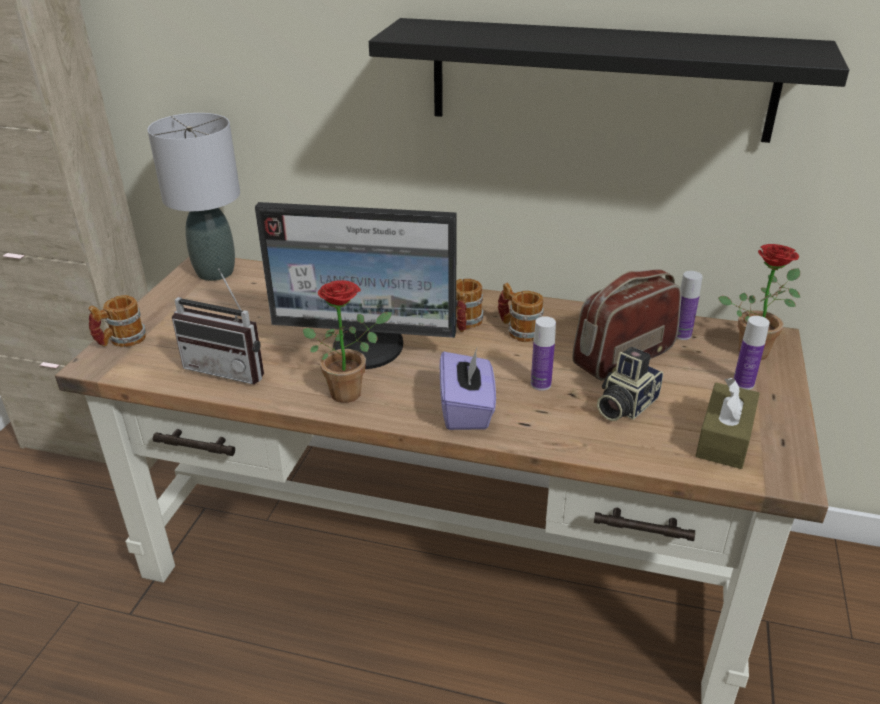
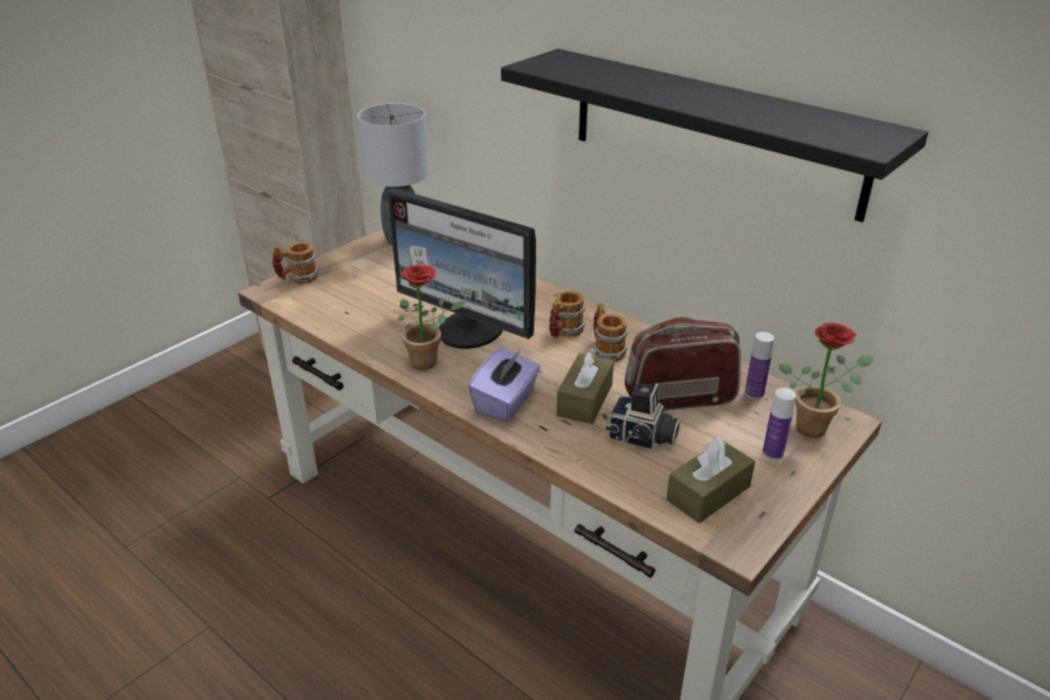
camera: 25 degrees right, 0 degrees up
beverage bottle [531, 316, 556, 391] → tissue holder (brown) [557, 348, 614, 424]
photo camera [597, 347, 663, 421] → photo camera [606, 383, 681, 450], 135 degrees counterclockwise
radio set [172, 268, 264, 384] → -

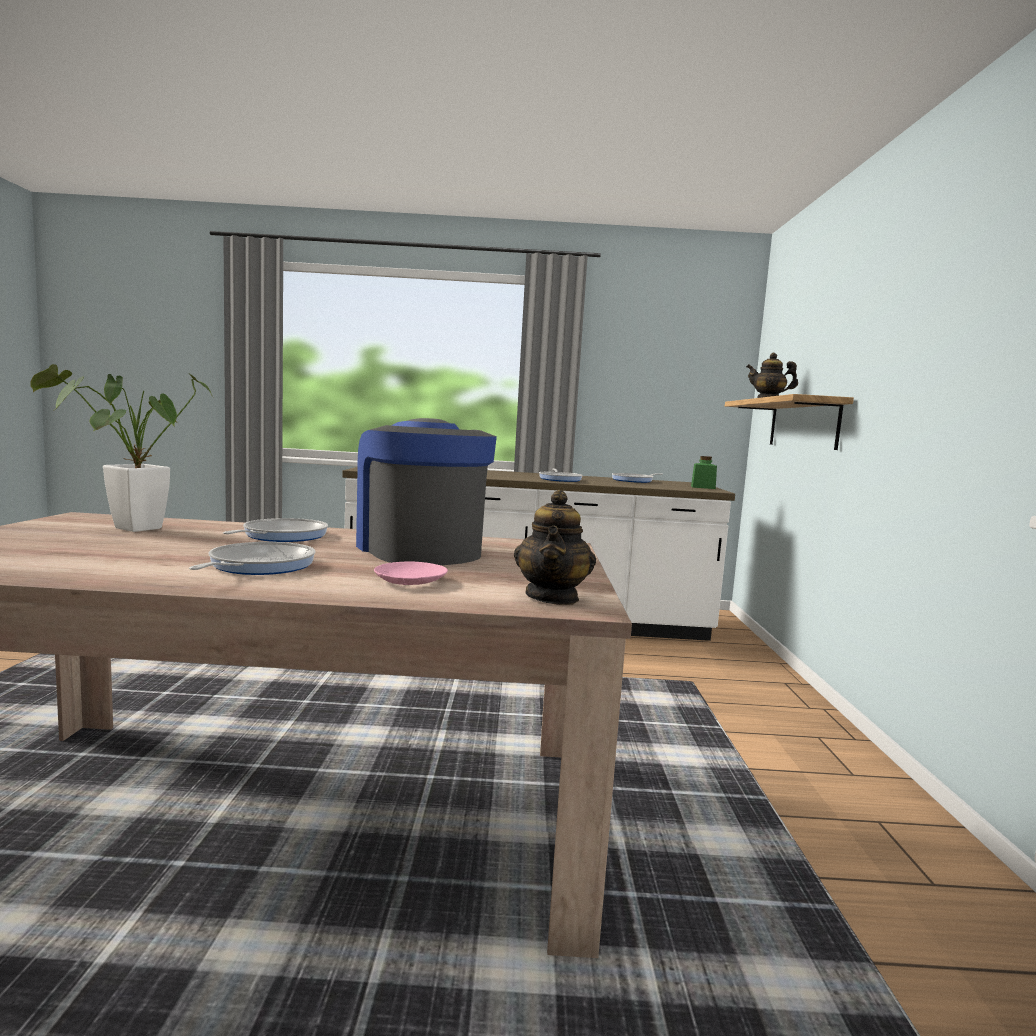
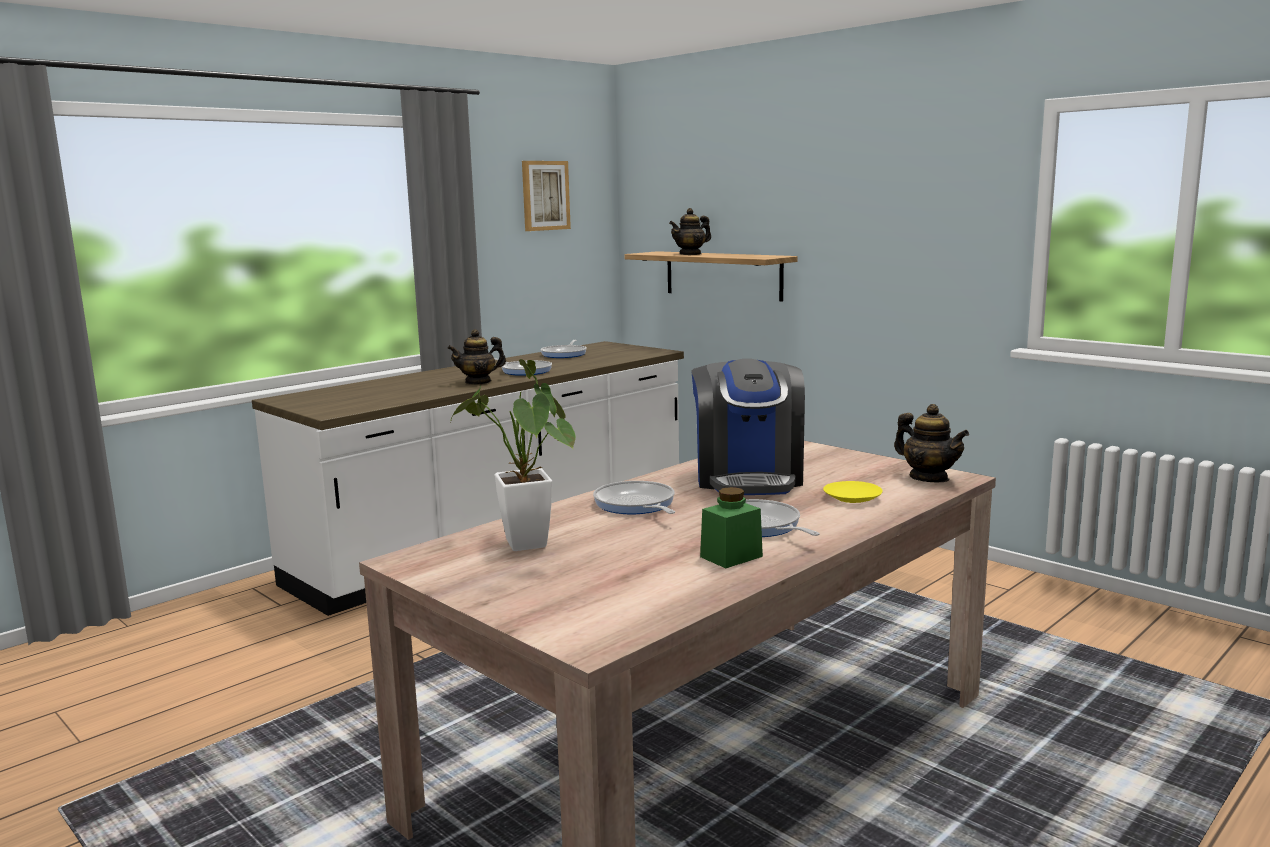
camera: 45 degrees left, 5 degrees up
- → tea pot [447, 329, 506, 385]
- → wall art [522, 161, 571, 231]
coffee maker [356, 418, 497, 565] → coffee maker [691, 359, 805, 495], 105 degrees counterclockwise
jar (green-coloured) [691, 456, 717, 489] → jar (green-coloured) [700, 487, 763, 568], relocated
flat dish (pink-coloured) [374, 562, 448, 585] → flat dish (yellow) [823, 481, 883, 503]

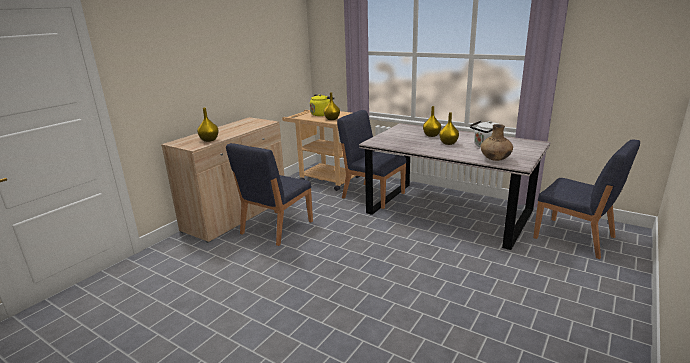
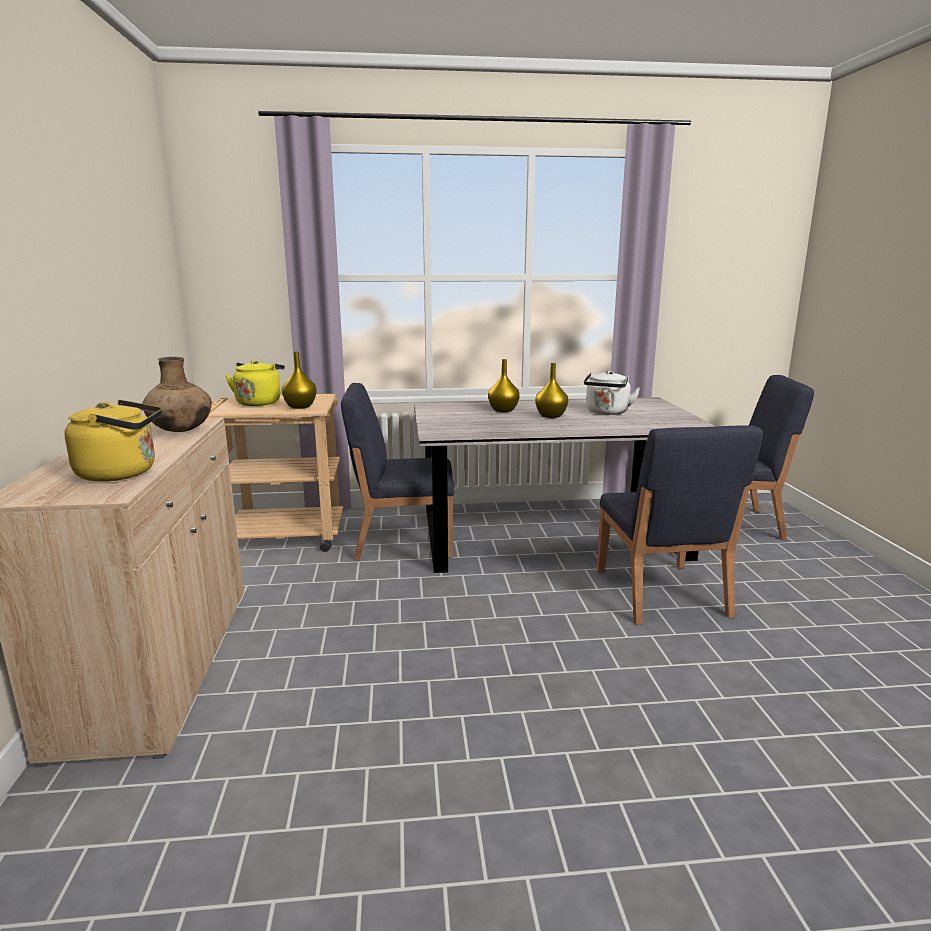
camera: 40 degrees left, 5 degrees down
decorative vase (yellow) [197, 108, 219, 142] → tea kettle (yellow) [64, 400, 162, 482]
decorative vase (brown) [481, 124, 513, 161] → decorative vase (brown) [142, 357, 212, 432], relocated
chair (blue) [226, 143, 313, 246] → chair (blue) [597, 425, 763, 625], relocated

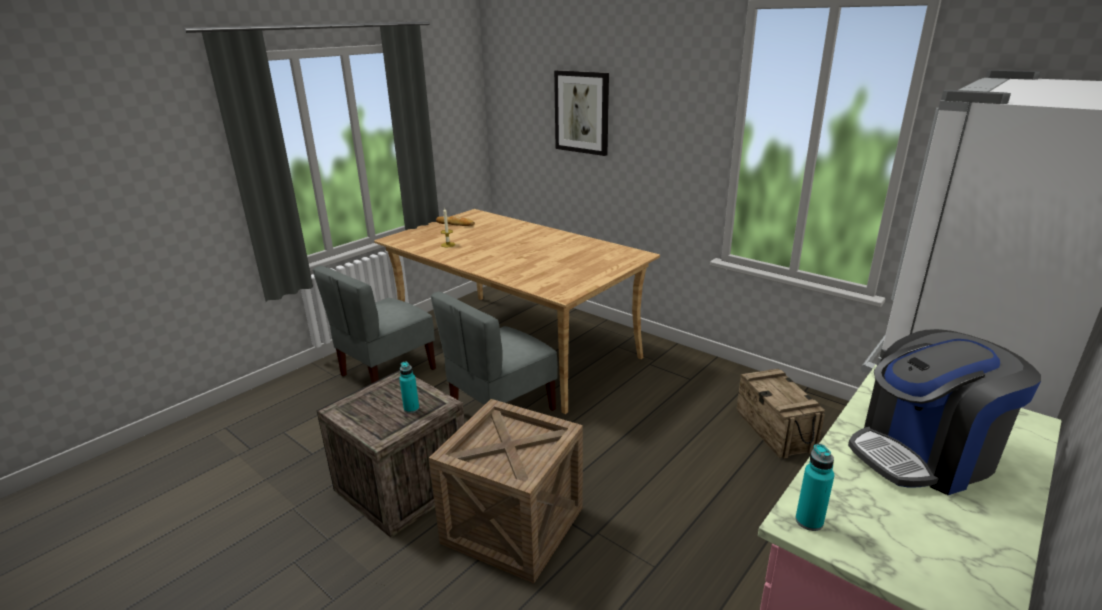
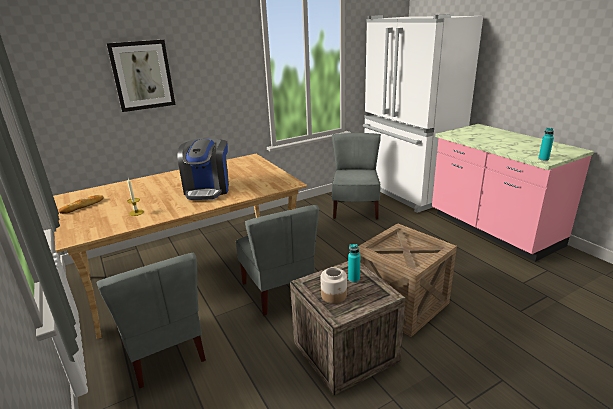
camera: 70 degrees left, 0 degrees up
coffee maker [848, 329, 1041, 495] → coffee maker [177, 138, 229, 200], relocated
- → jar [321, 267, 347, 303]
packing crate [736, 369, 825, 459] → chair (gray) [332, 133, 381, 219]

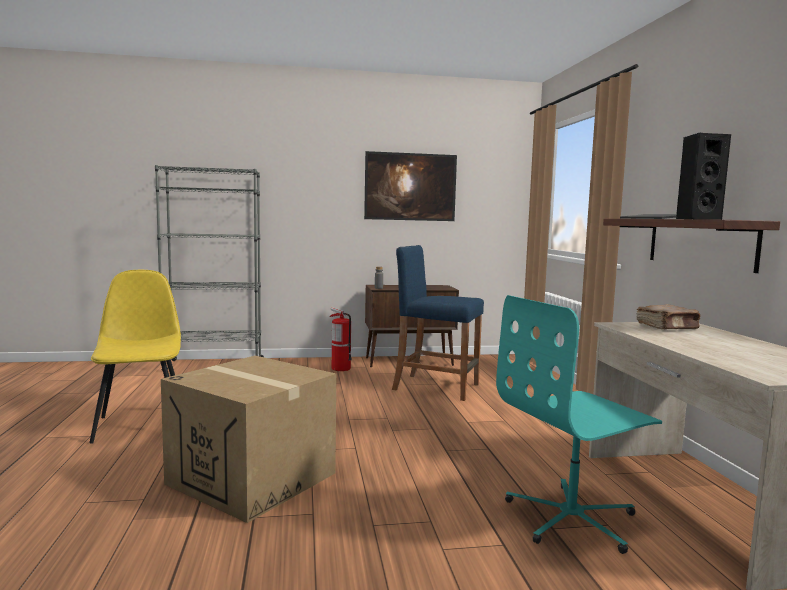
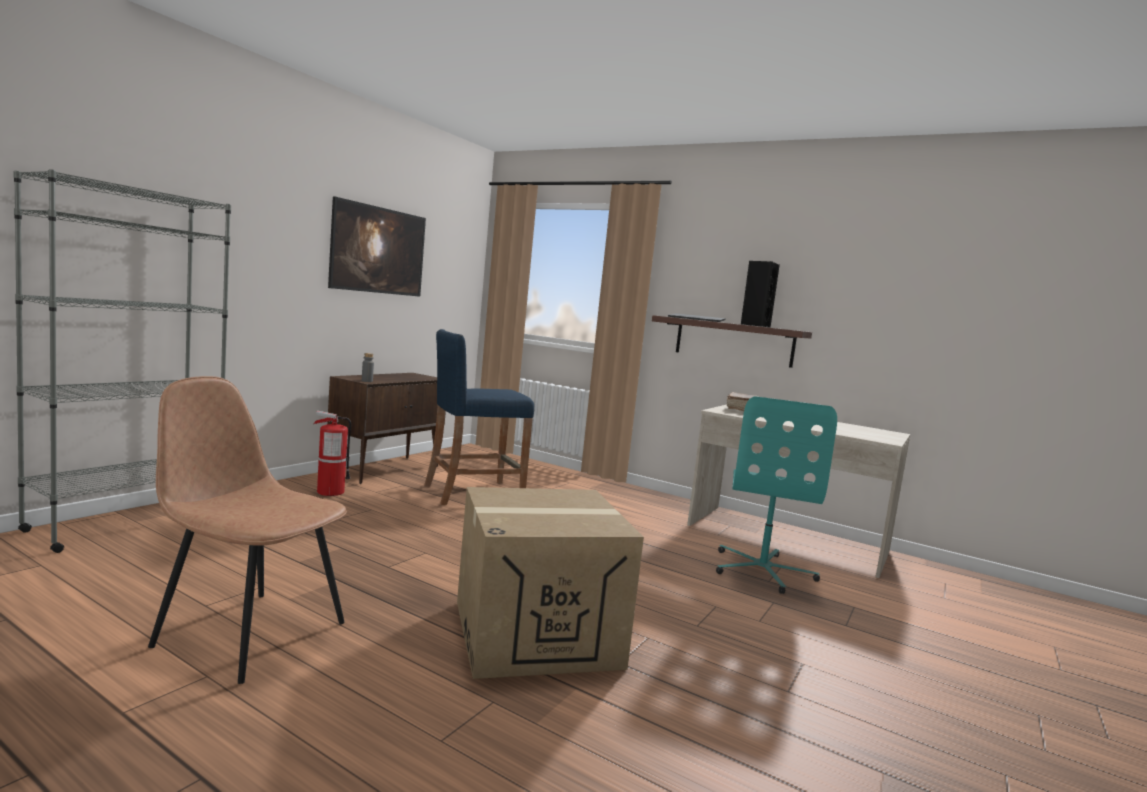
camera: 50 degrees left, 0 degrees up
chair (yellow) [89, 270, 181, 444] → chair (brown) [148, 376, 347, 684]

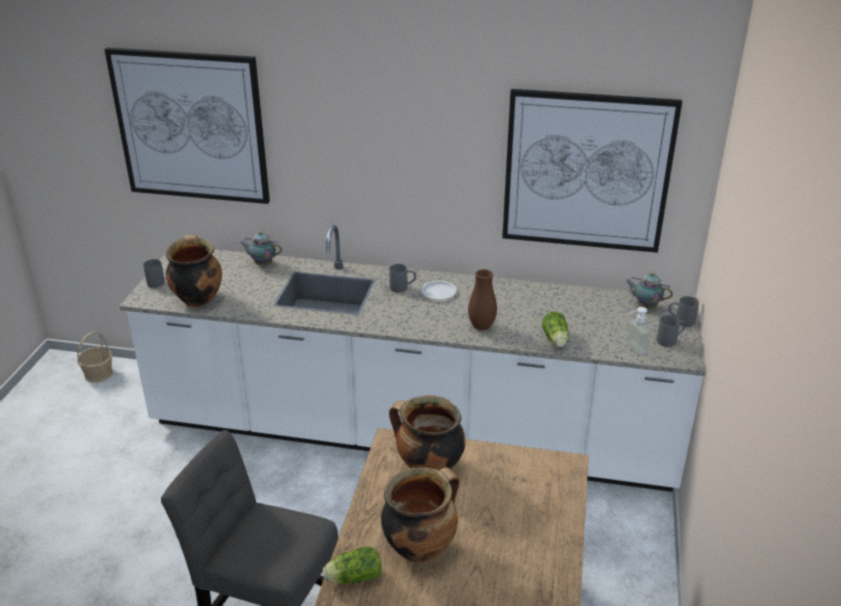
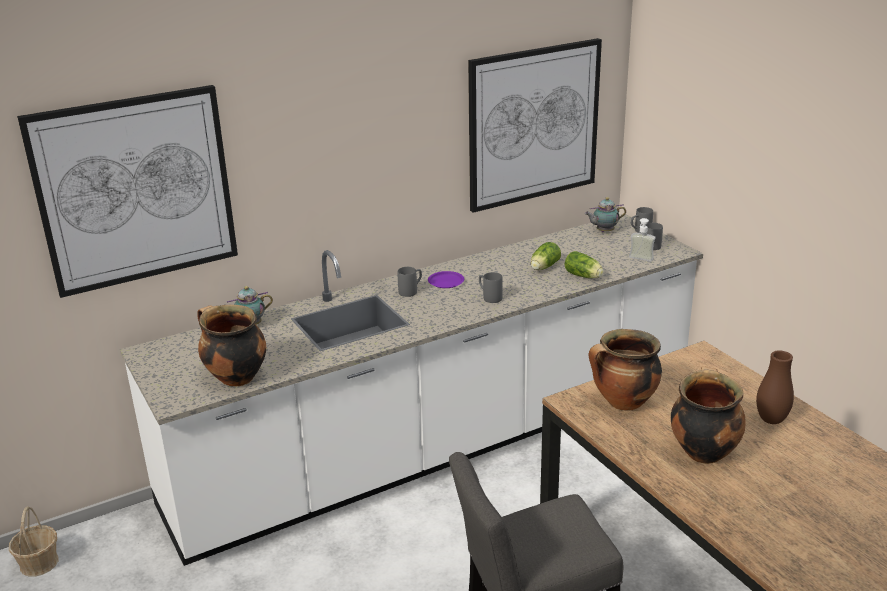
camera: 40 degrees left, 5 degrees down
flat dish (whitish) [421, 281, 457, 300] → flat dish (purplish) [428, 271, 464, 288]
mug (gray) [143, 259, 165, 288] → mug (gray) [479, 272, 503, 303], relocated
lettuce [323, 547, 382, 584] → lettuce [531, 242, 561, 270], relocated
decorative vase (brown) [468, 269, 497, 330] → decorative vase (brown) [756, 350, 794, 424], relocated

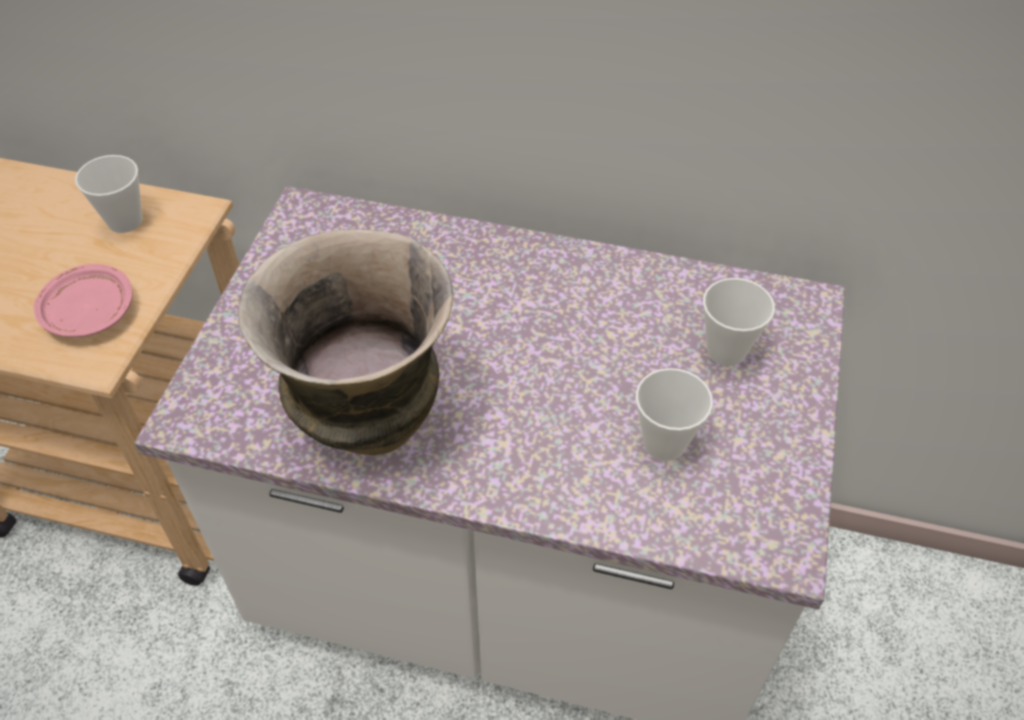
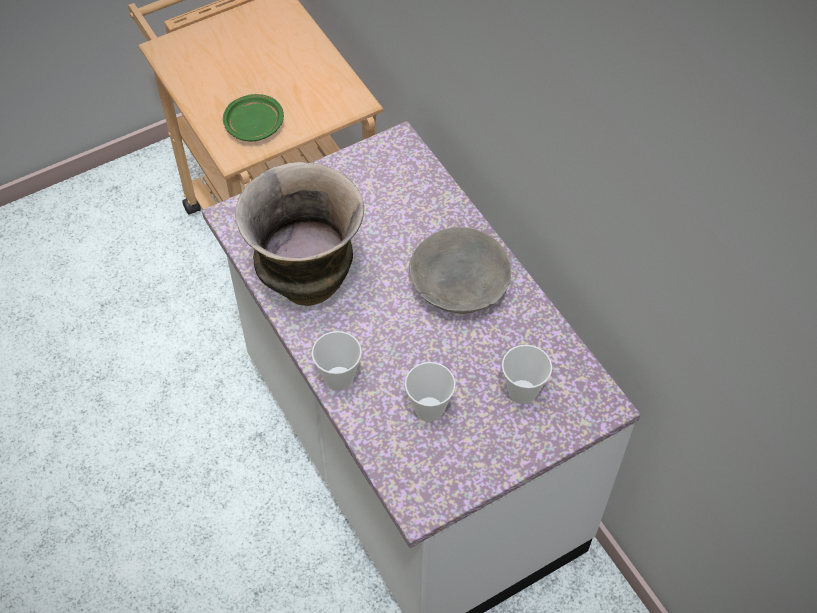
camera: 45 degrees right, 5 degrees up
flat dish (pink-coloured) [34, 264, 133, 337] → flat dish (green-coloured) [223, 94, 284, 141]
cup [75, 155, 143, 233] → cup [312, 331, 362, 391], relocated
- → bowl (gray) [409, 227, 511, 314]

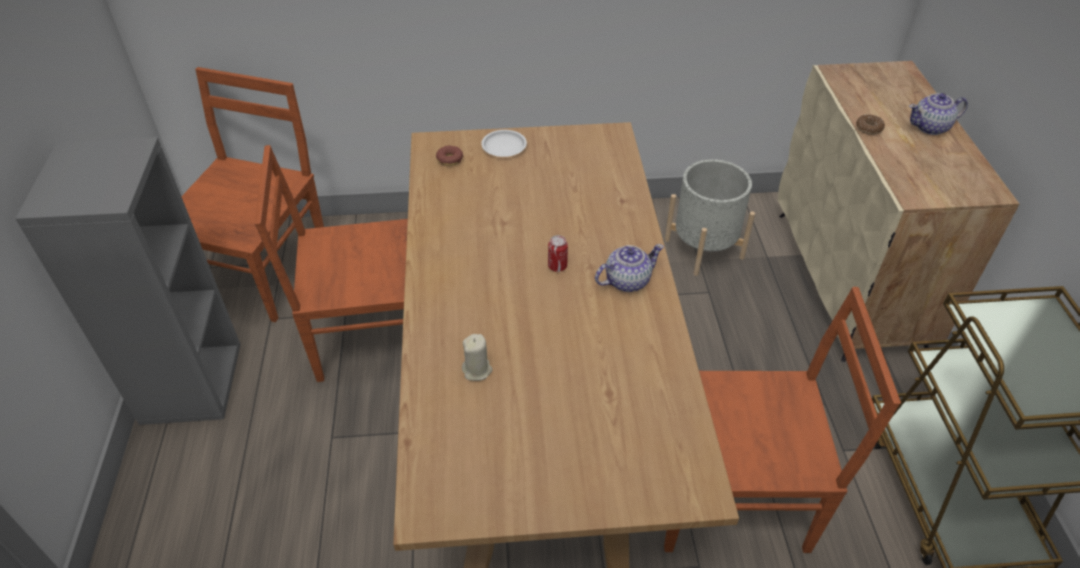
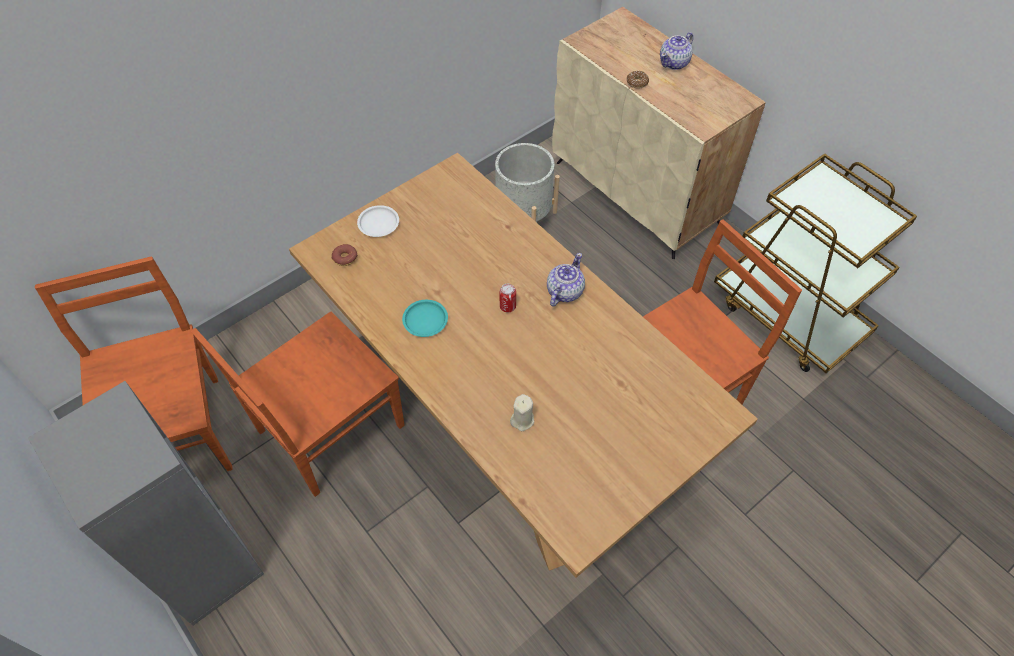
camera: 35 degrees left, 10 degrees up
- → flat dish (turquoise) [402, 300, 448, 337]

